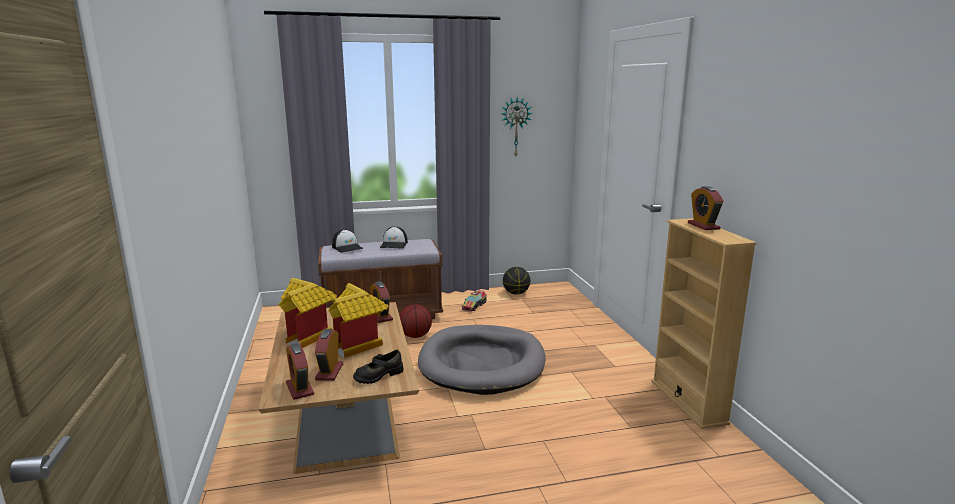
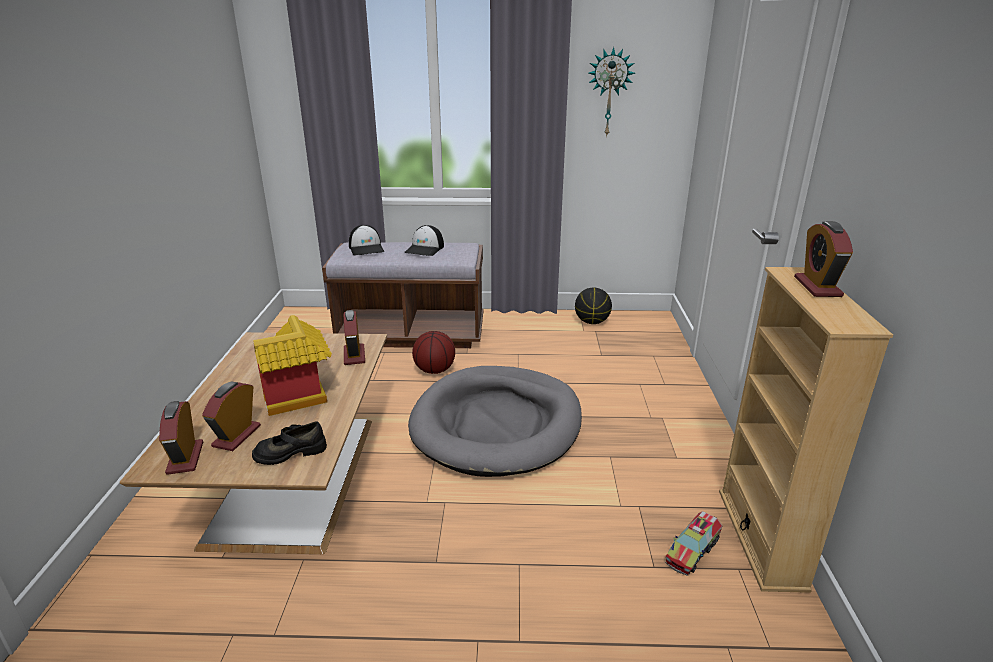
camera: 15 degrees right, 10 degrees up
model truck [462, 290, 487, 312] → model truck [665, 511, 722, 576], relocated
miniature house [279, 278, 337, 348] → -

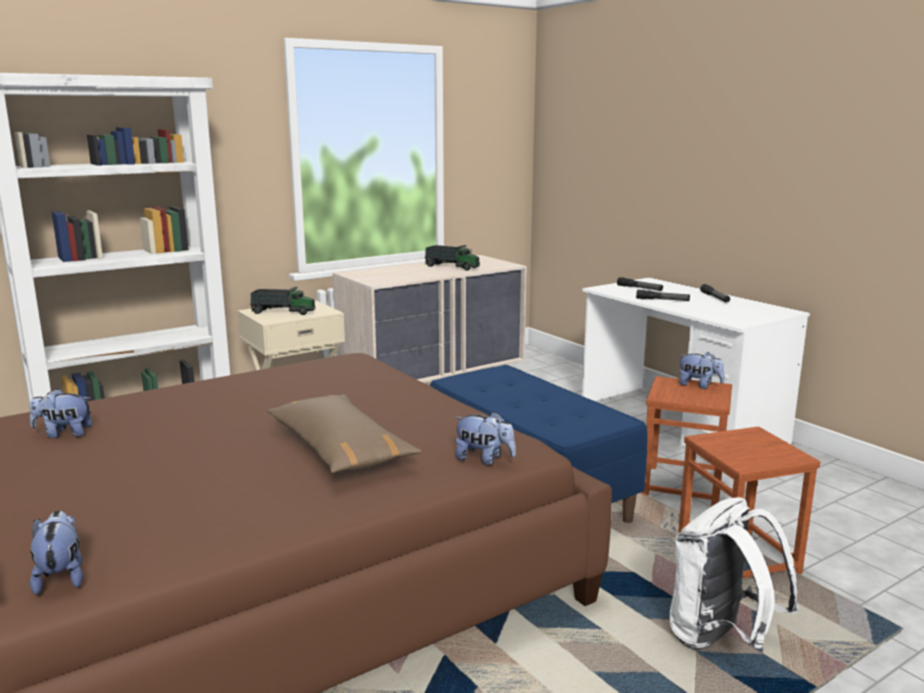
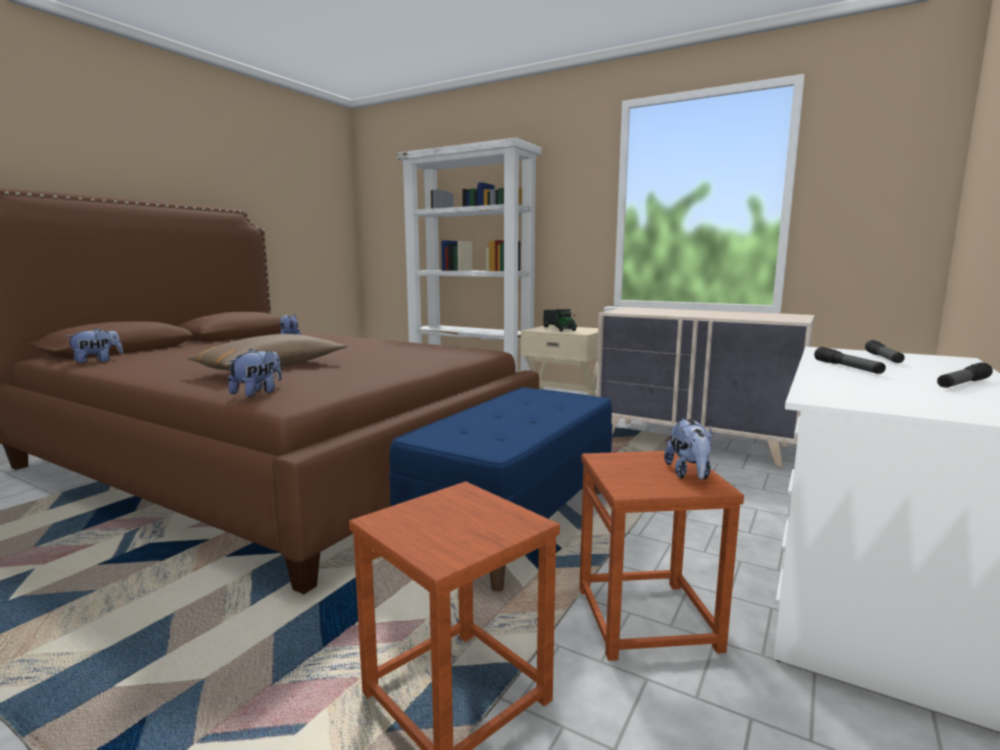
camera: 65 degrees right, 5 degrees down
soft toy [454, 411, 516, 465] → soft toy [228, 349, 282, 397], 150 degrees counterclockwise
model truck [424, 245, 480, 271] → -
rucksack (whitish) [670, 497, 799, 650] → -

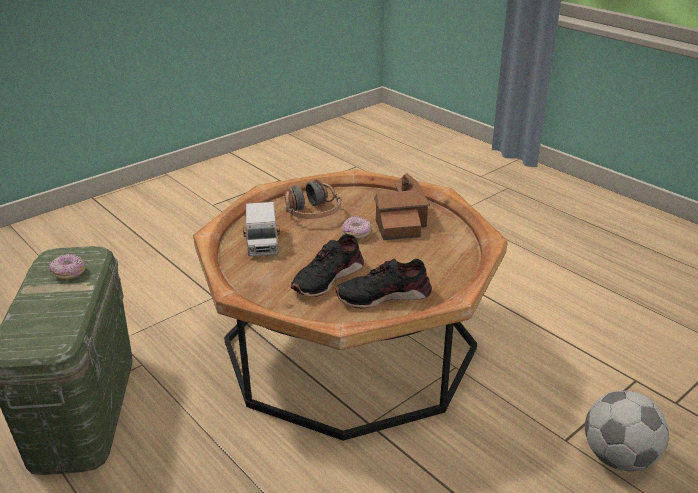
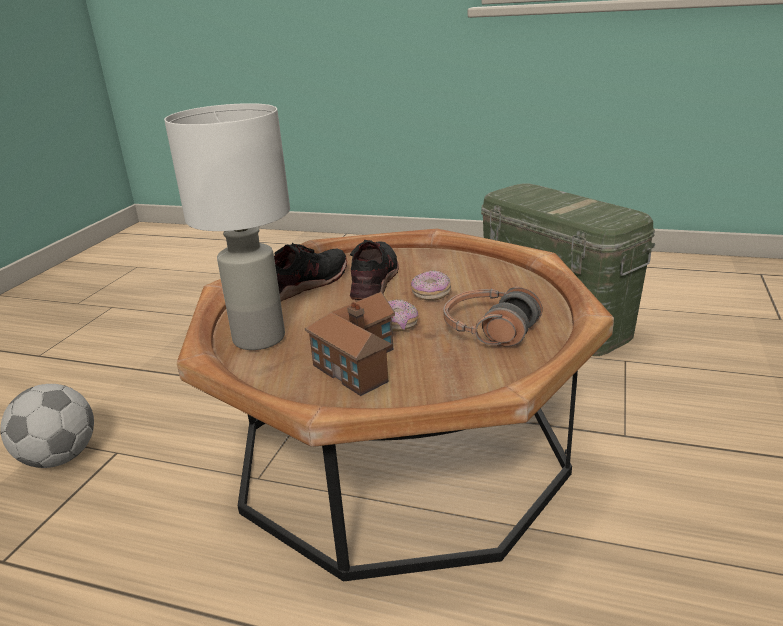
camera: 150 degrees right, 5 degrees down
- → table lamp (whitish) [164, 103, 290, 350]
ring doughnut [49, 254, 85, 280] → ring doughnut [411, 270, 451, 301], relocated
model truck [243, 202, 280, 257] → -

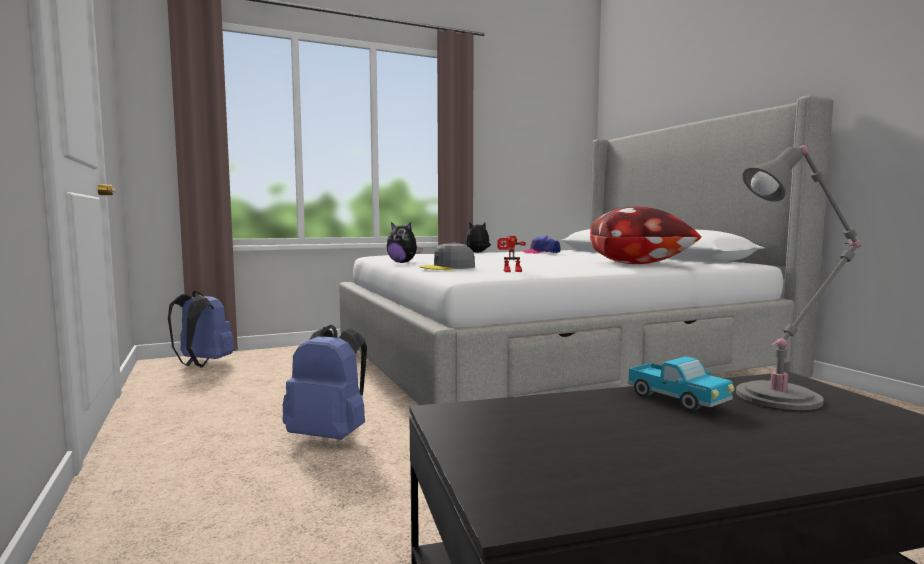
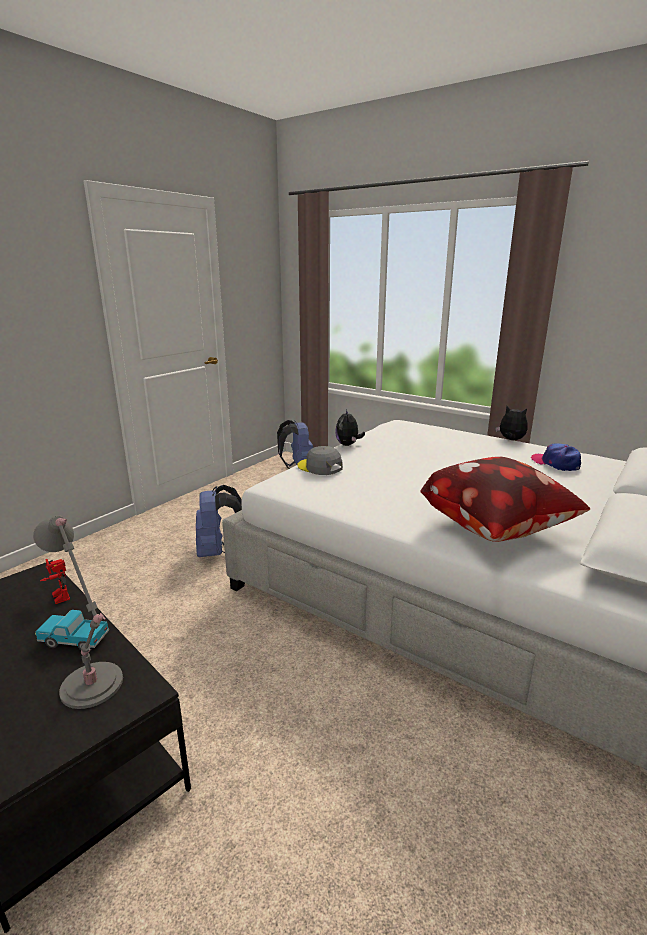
camera: 60 degrees right, 15 degrees up
model truck [628, 357, 734, 411] → model truck [35, 610, 109, 650], 75 degrees clockwise
robot figure [498, 236, 526, 272] → robot figure [40, 559, 70, 604], relocated

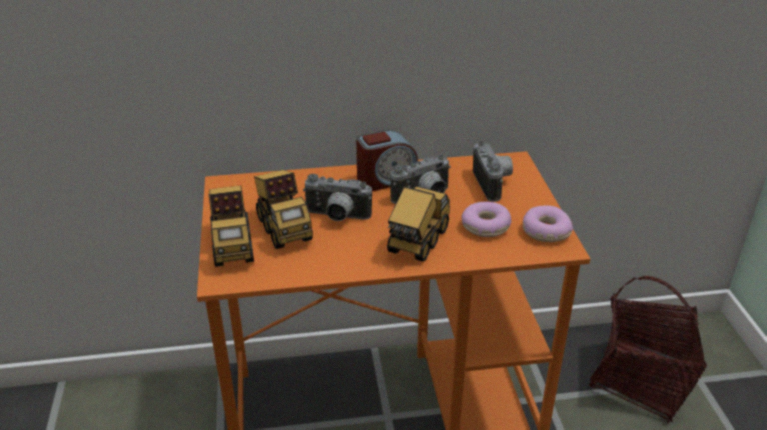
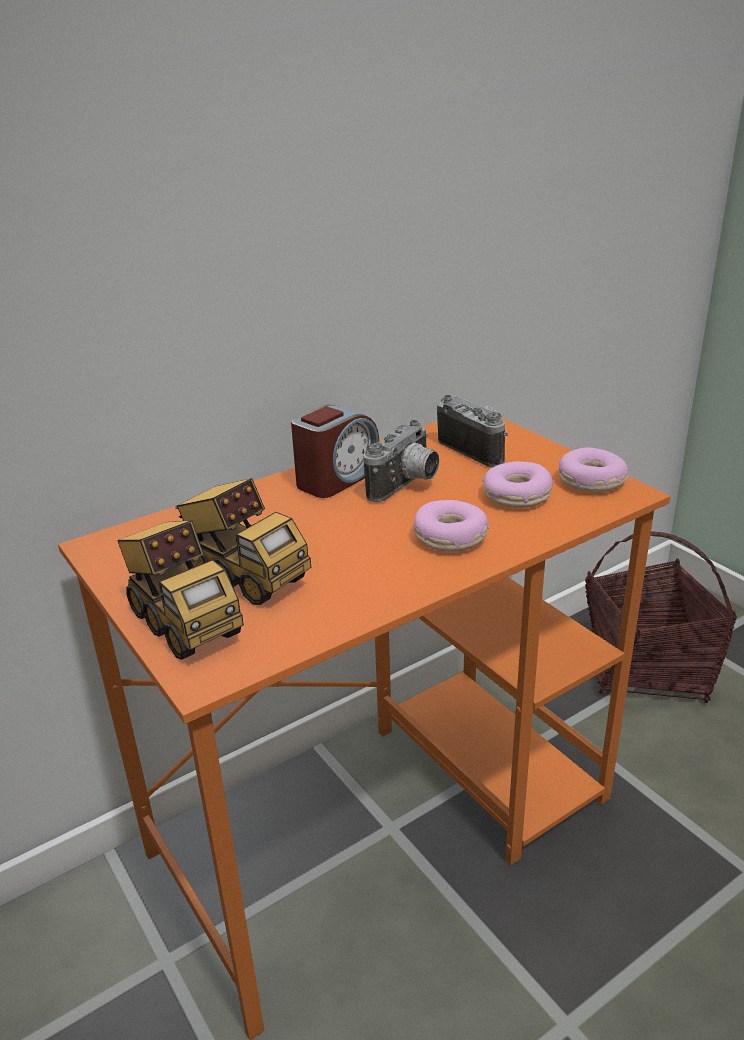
camera: 25 degrees left, 5 degrees down
model truck [387, 186, 450, 261] → ring doughnut [414, 500, 489, 552]
photo camera [303, 174, 372, 221] → -

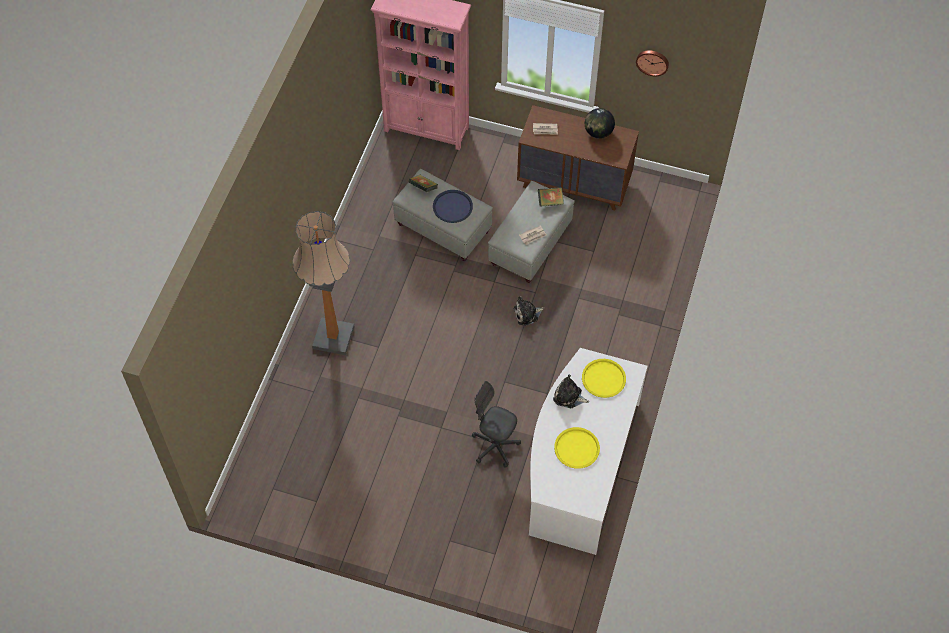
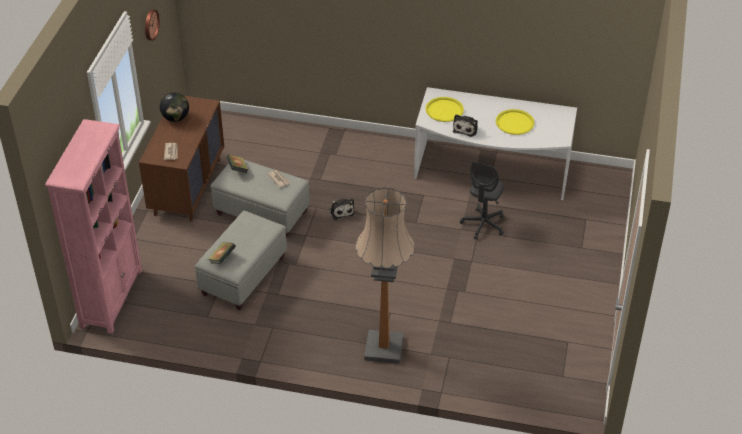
camera: 95 degrees left, 15 degrees down
serving tray (blue) [433, 190, 473, 223] → -

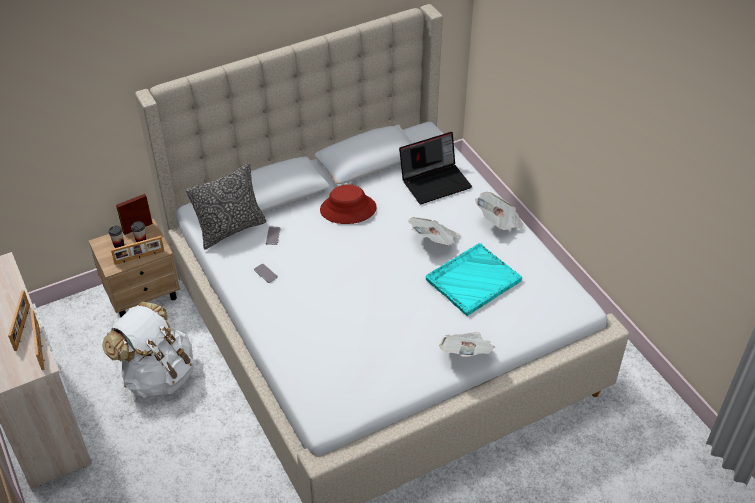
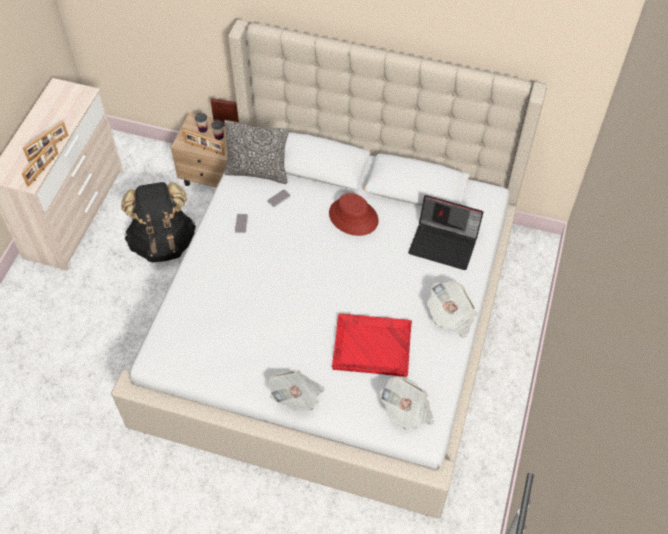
camera: 45 degrees right, 10 degrees up
rucksack (whitish) [102, 302, 194, 398] → rucksack (black-coloured) [121, 182, 196, 262]
serving tray (turquoise) [426, 243, 522, 316] → serving tray (reddish) [332, 314, 412, 377]
newspaper [409, 217, 460, 246] → newspaper [380, 376, 434, 429], relocated

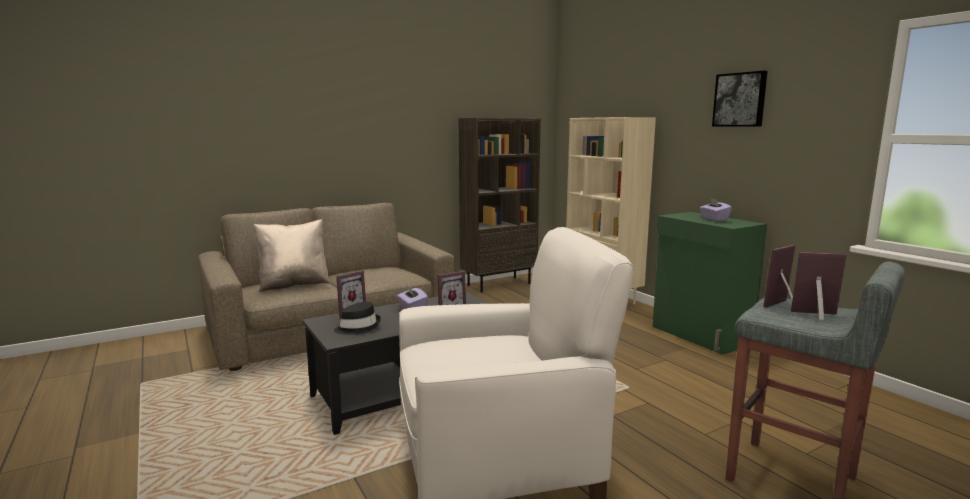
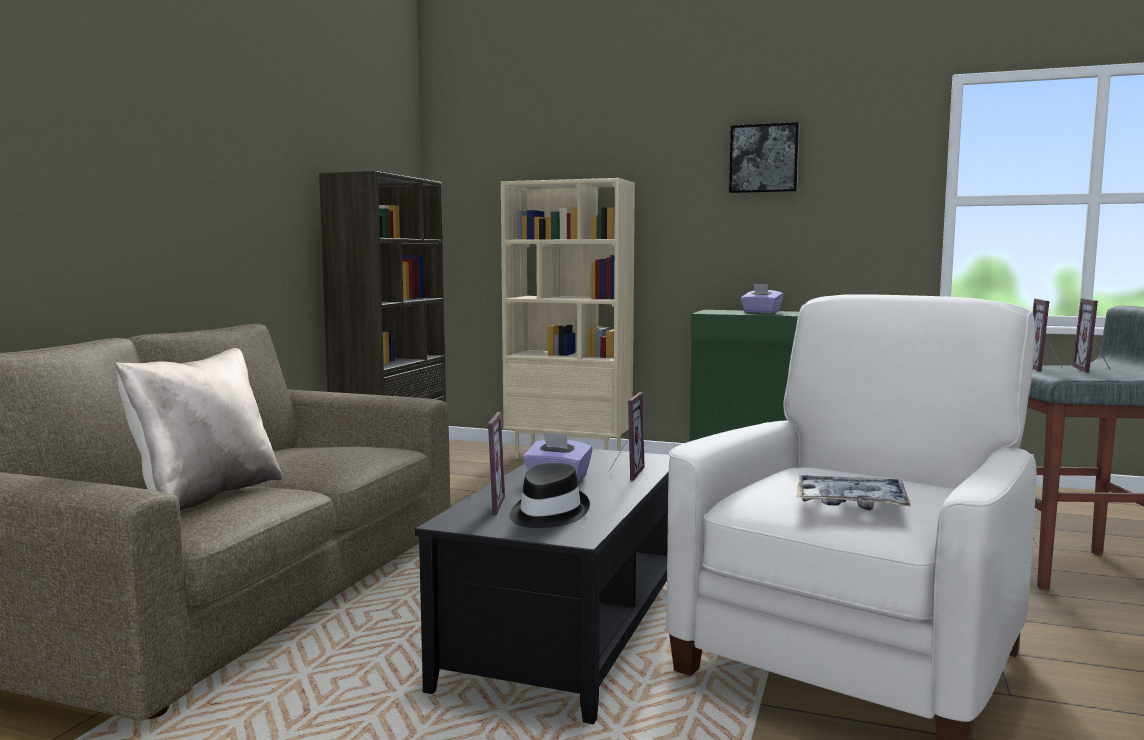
camera: 40 degrees left, 5 degrees down
- → serving tray [797, 475, 911, 510]
photo frame [791, 252, 847, 320] → photo frame [1072, 298, 1111, 373], 45 degrees counterclockwise

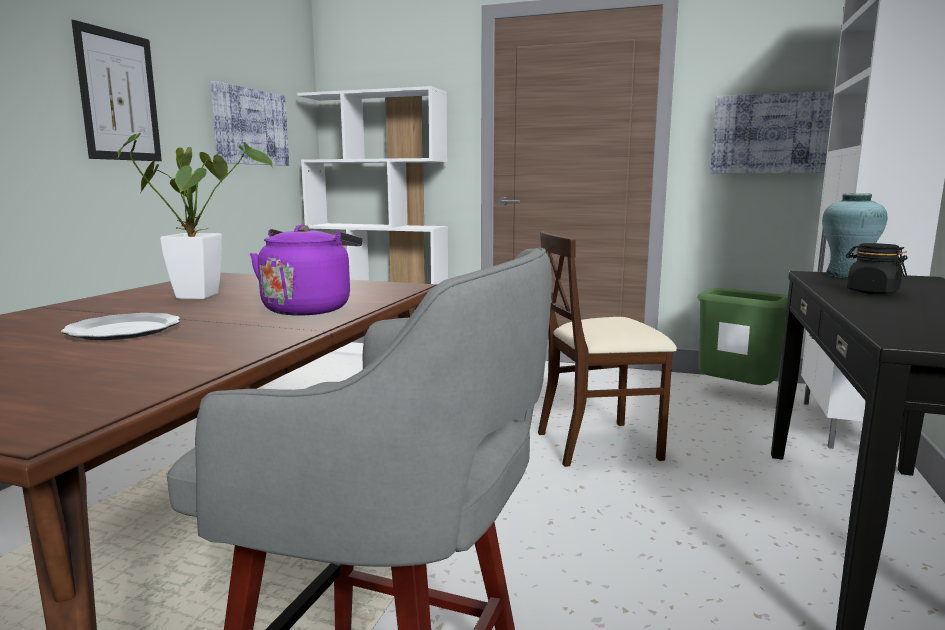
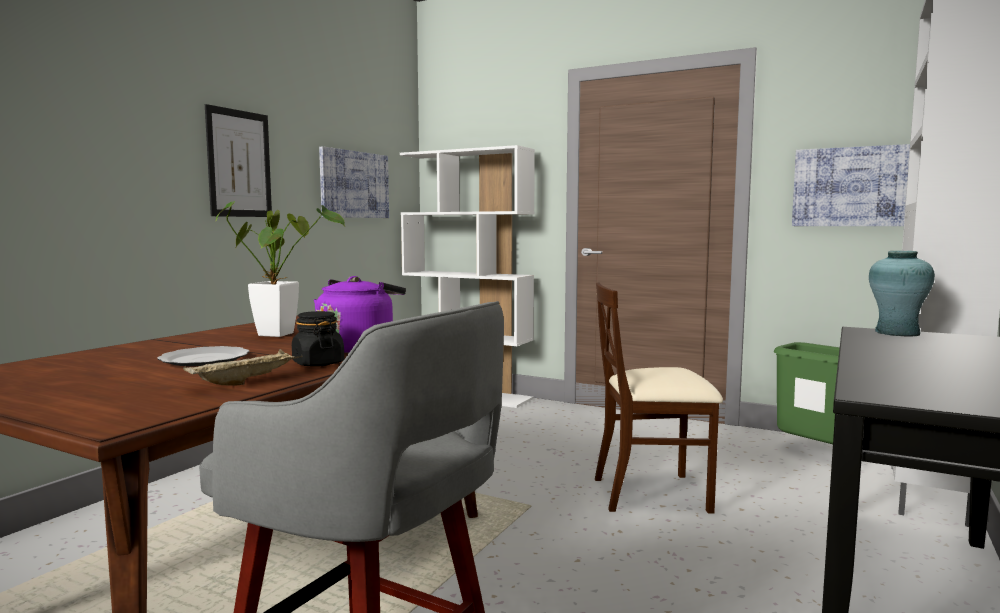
camera: 10 degrees right, 5 degrees down
- → serving tray (sand-coloured) [183, 349, 303, 386]
jar (black-coloured) [846, 243, 908, 294] → jar (black-coloured) [292, 311, 344, 367], relocated

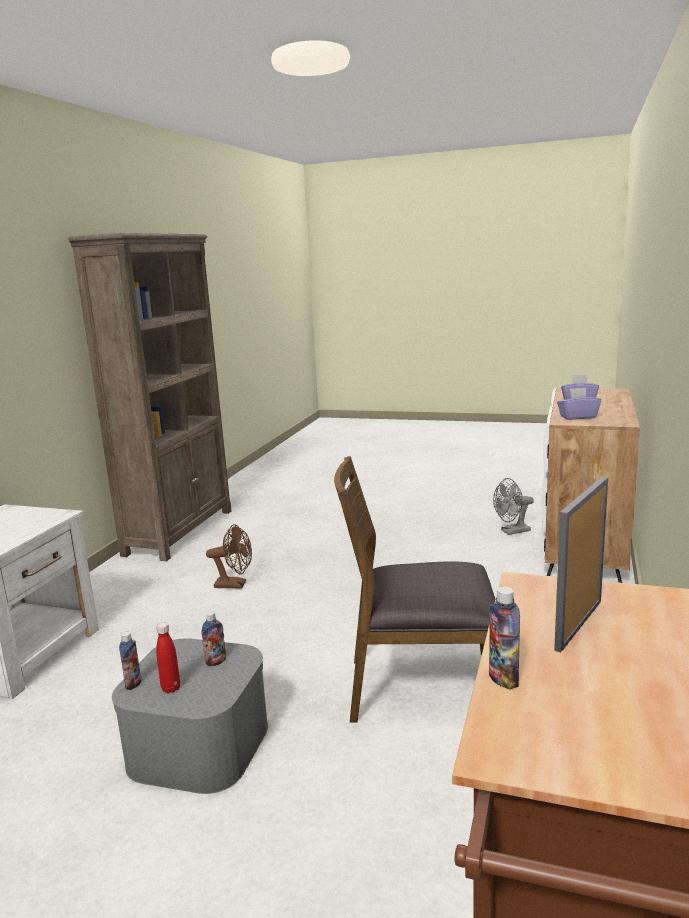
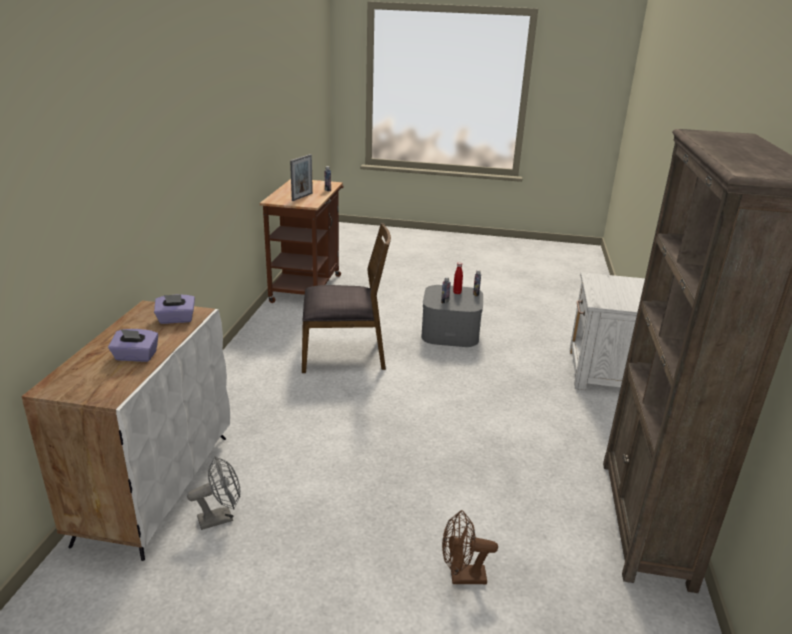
camera: 170 degrees right, 10 degrees up
electric fan (brown) [206, 524, 252, 589] → electric fan (brown) [442, 510, 498, 584], relocated

